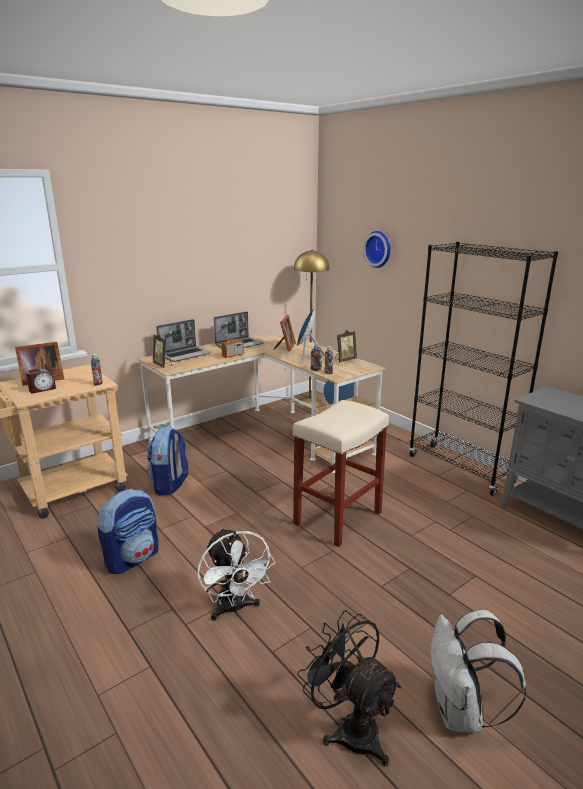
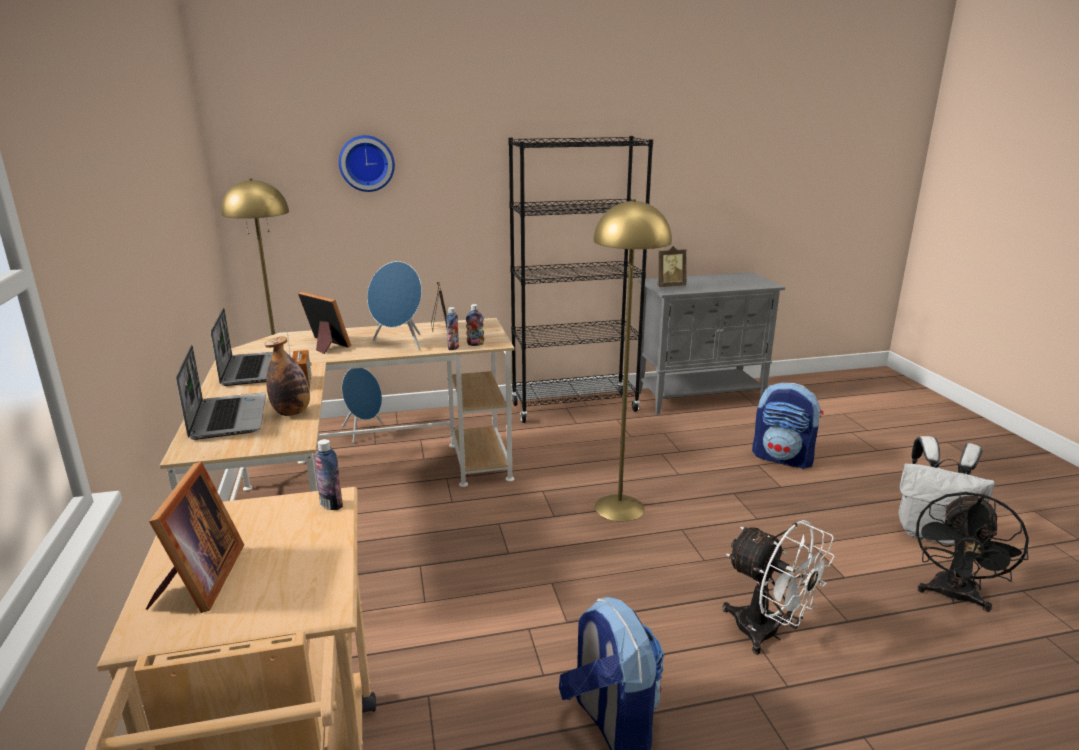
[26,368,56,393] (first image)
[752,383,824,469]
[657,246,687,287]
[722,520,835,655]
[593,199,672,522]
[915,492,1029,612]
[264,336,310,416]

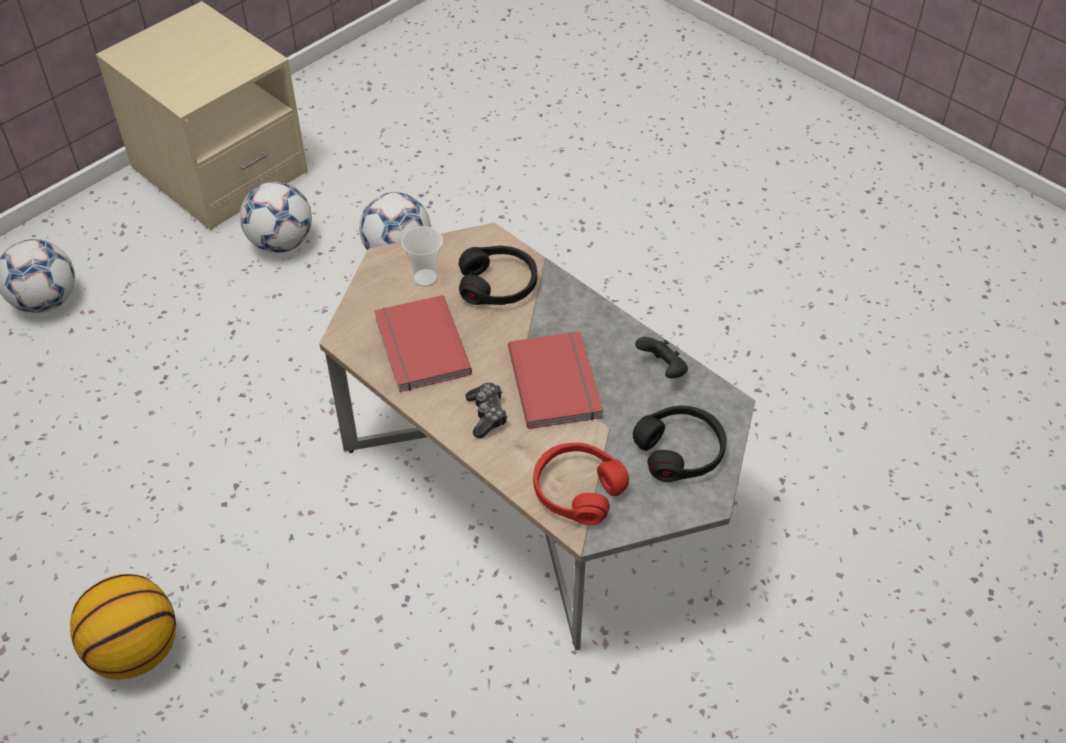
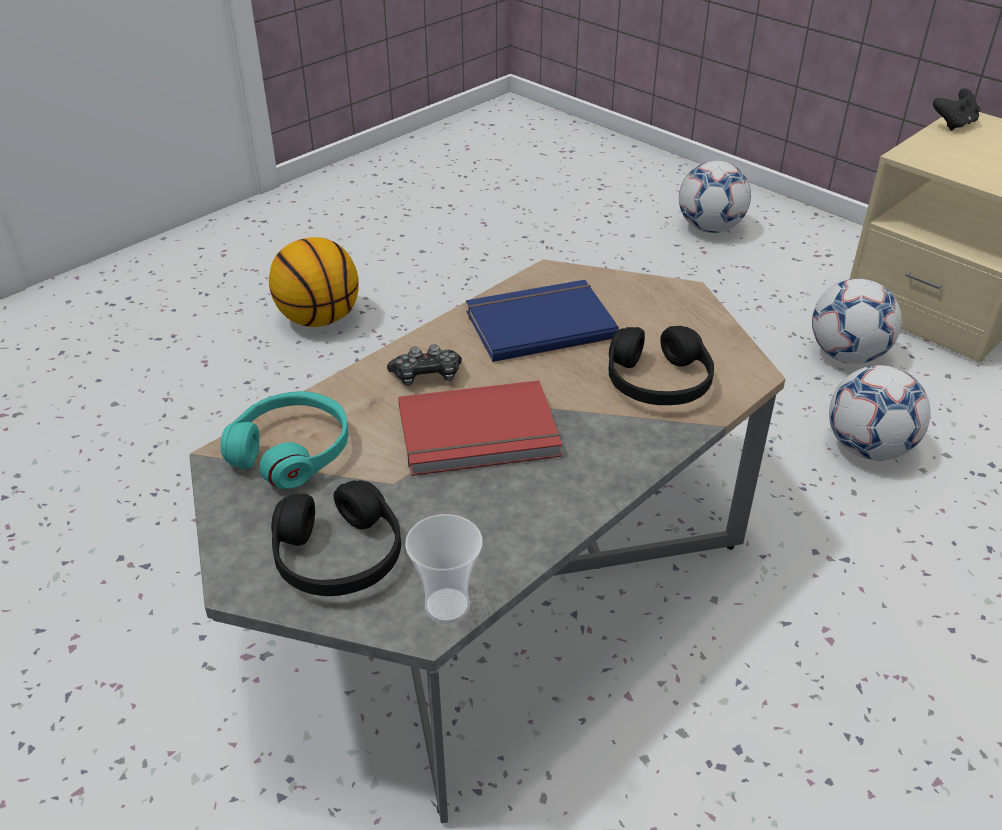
[466,280,619,362]
[405,514,482,623]
[220,391,348,489]
[933,88,980,131]

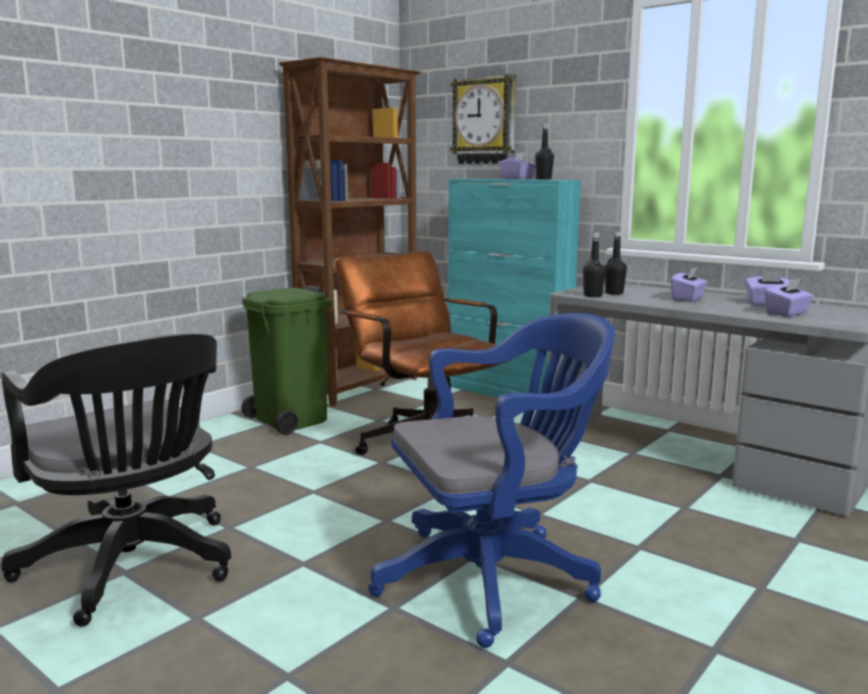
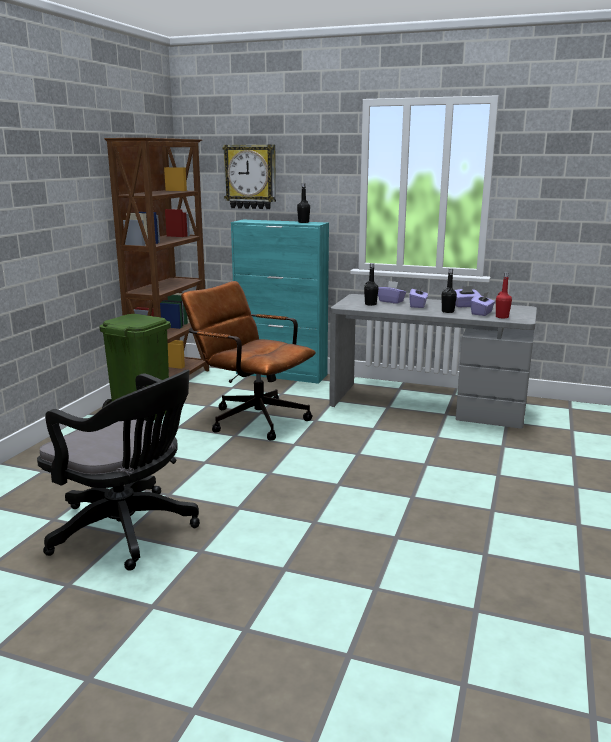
[368,313,615,648] (first image)
[378,281,406,304]
[441,268,457,313]
[496,272,512,319]

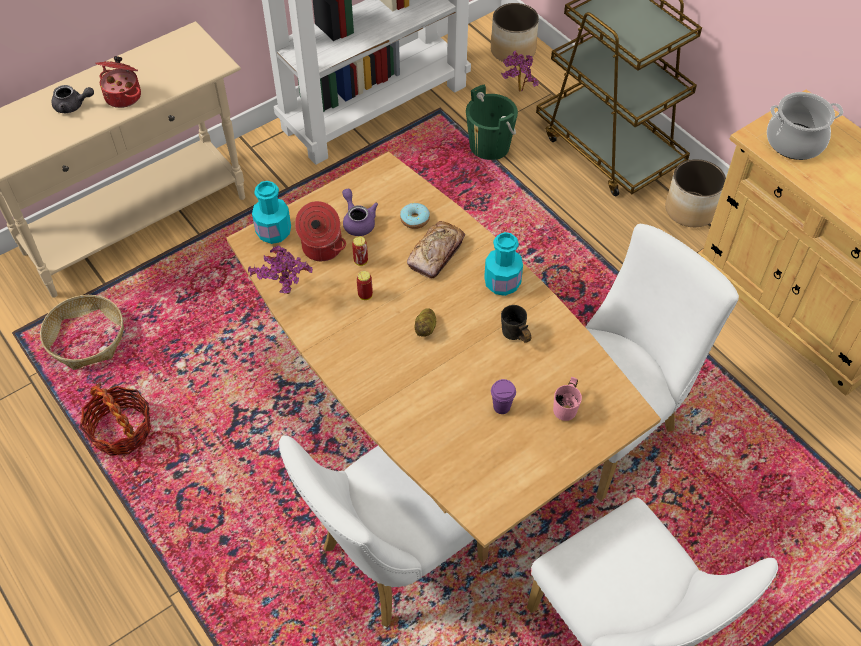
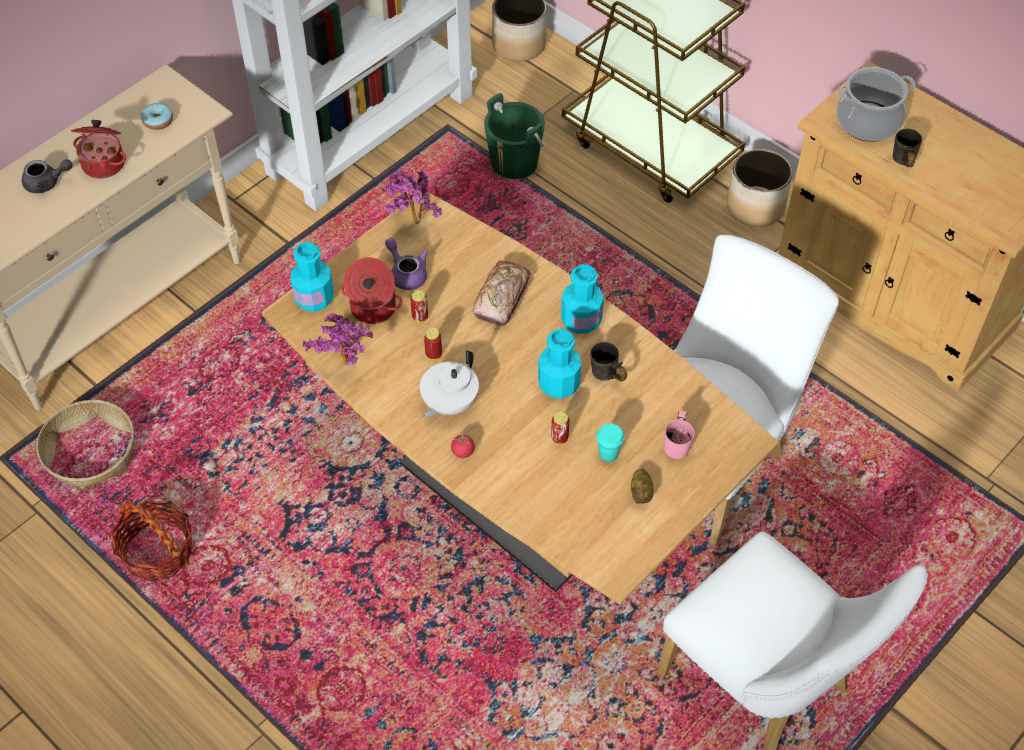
[279,435,489,627] (first image)
[141,103,173,130]
[631,469,654,504]
[597,424,624,462]
[383,168,442,224]
[420,350,479,418]
[451,434,475,458]
[538,329,581,399]
[551,412,569,445]
[893,129,922,168]

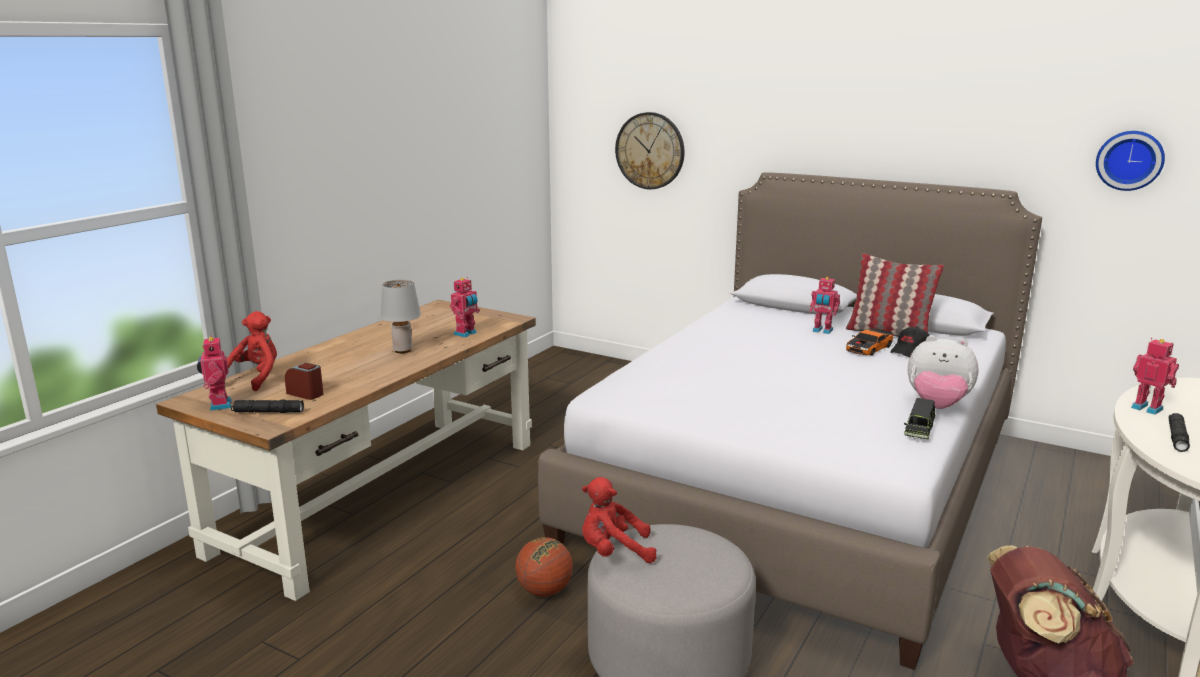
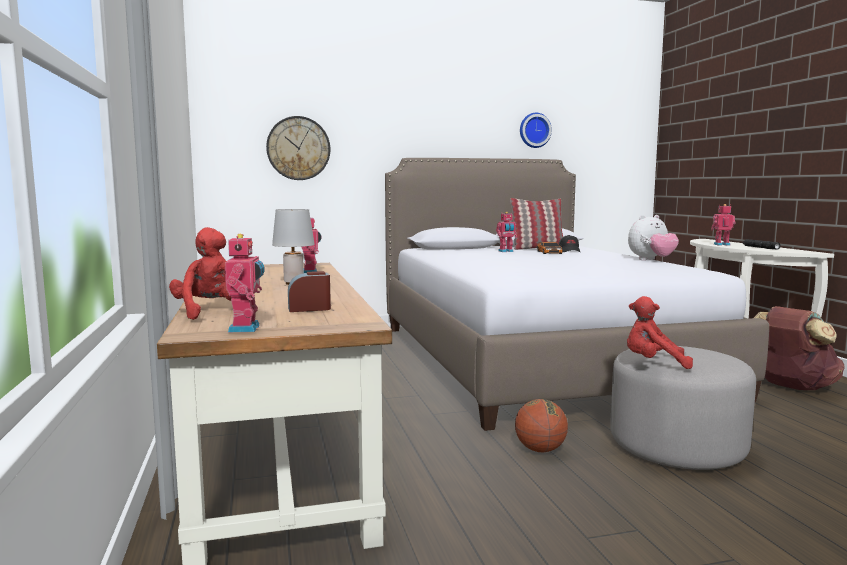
[225,234,265,332]
[231,399,304,413] (first image)
[627,296,693,369]
[904,398,936,439] (first image)
[520,113,552,148]

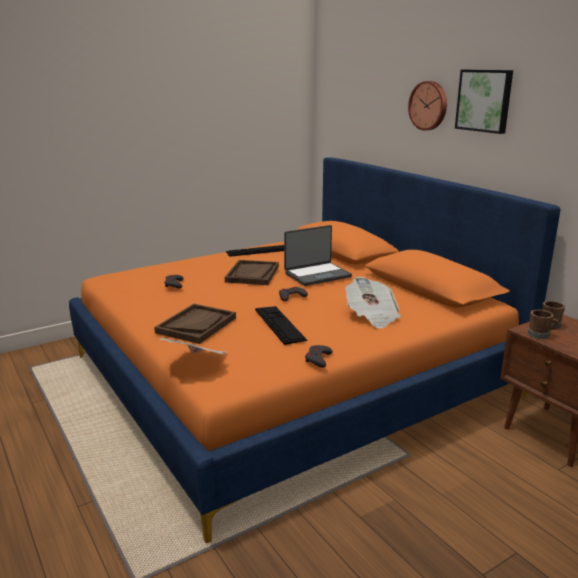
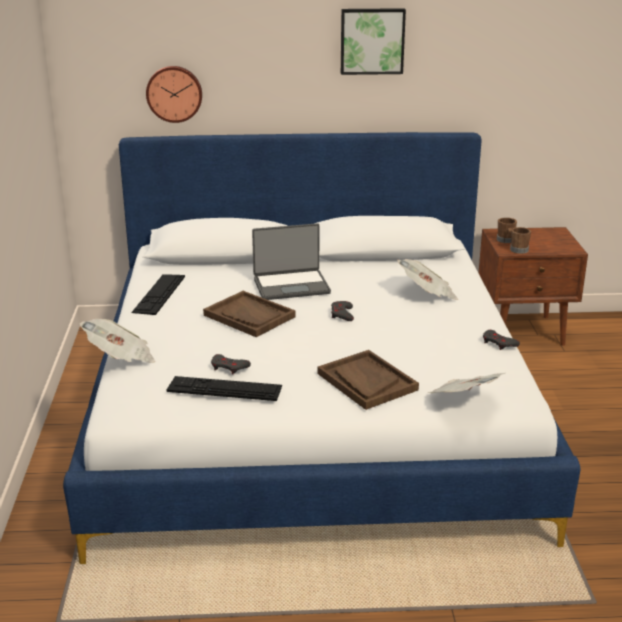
[63,132,581,564]
[167,376,282,401]
[252,223,331,300]
[146,66,202,123]
[80,319,155,363]

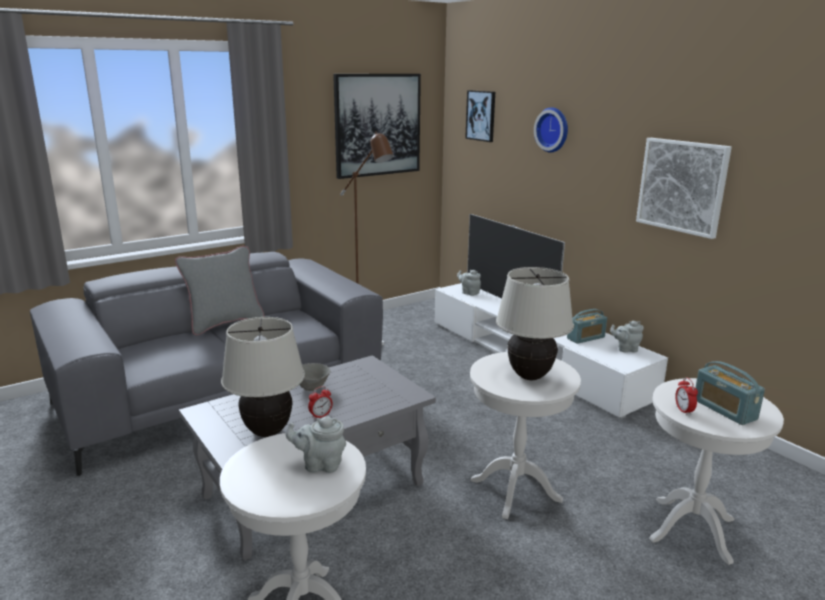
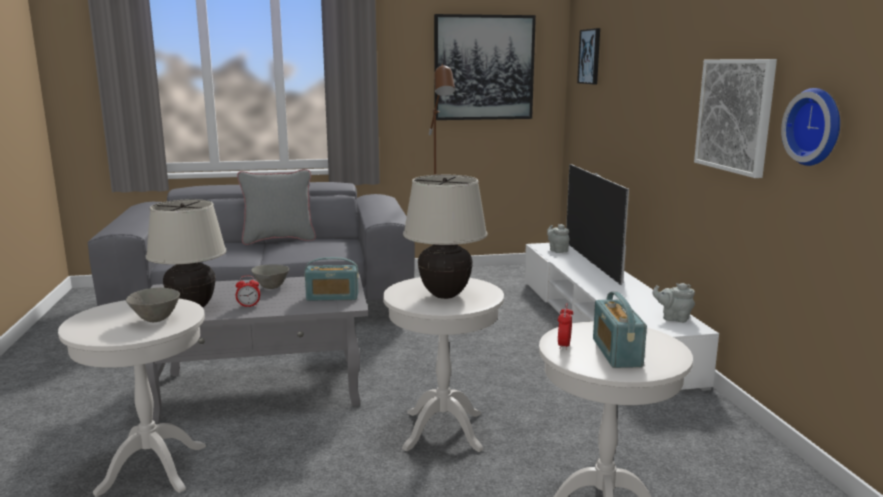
[126,288,180,322]
[781,88,840,166]
[305,257,359,301]

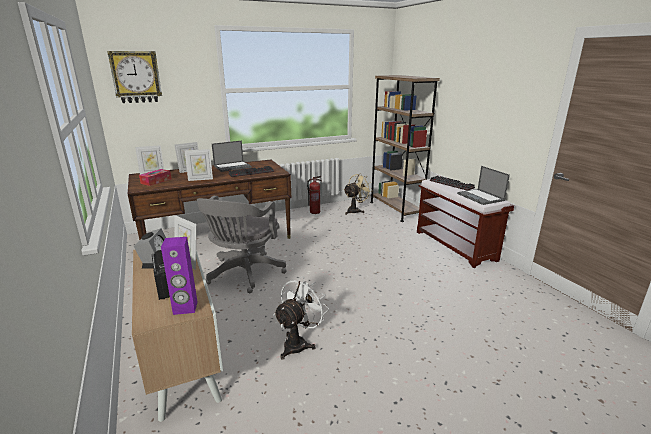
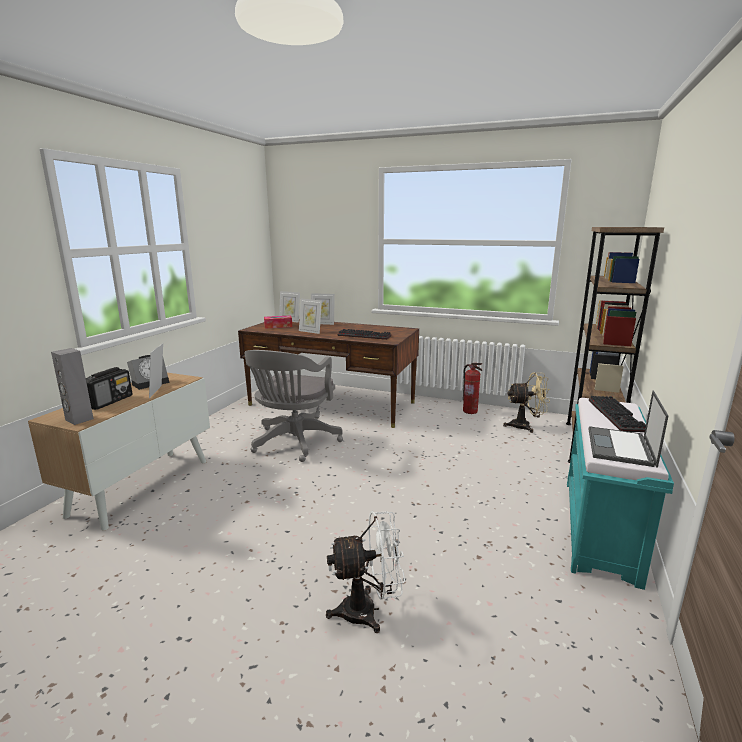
[107,51,162,103] (first image)
[51,348,94,425]
[244,350,343,462]
[212,140,252,172] (first image)
[326,511,405,633]
[567,398,674,590]

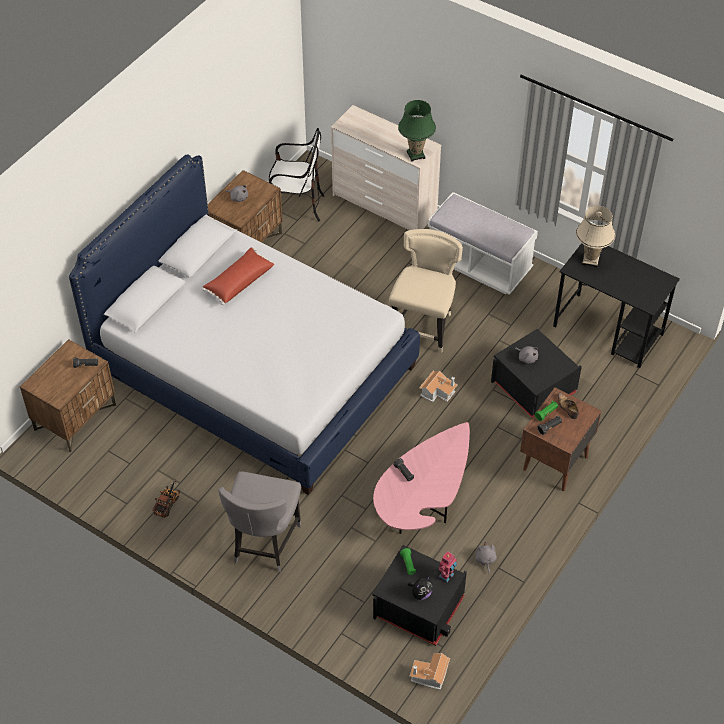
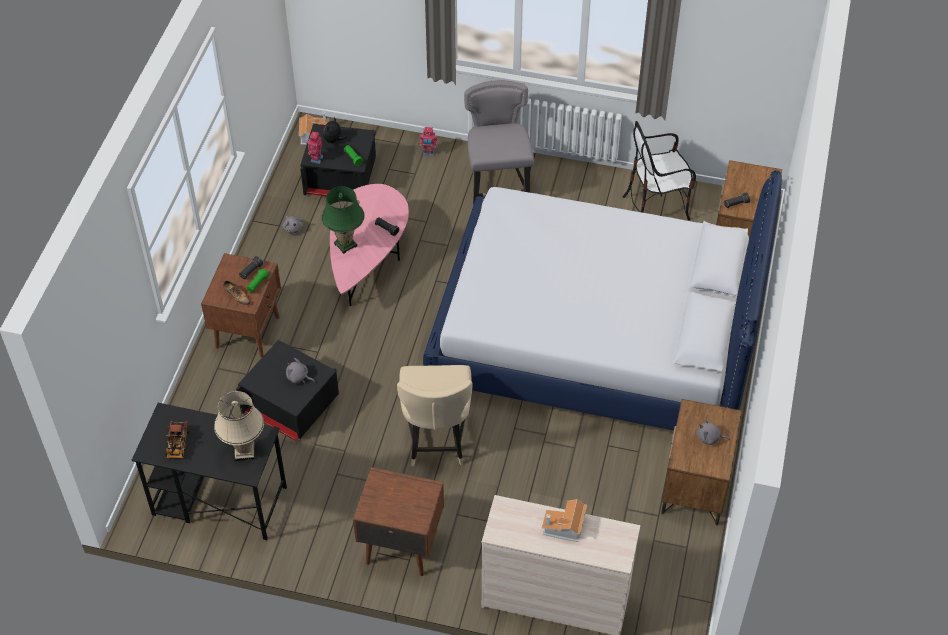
[166,421,189,459]
[203,247,275,305] (first image)
[623,121,696,220]
[321,186,365,254]
[542,499,587,542]
[353,467,444,576]
[420,127,437,157]

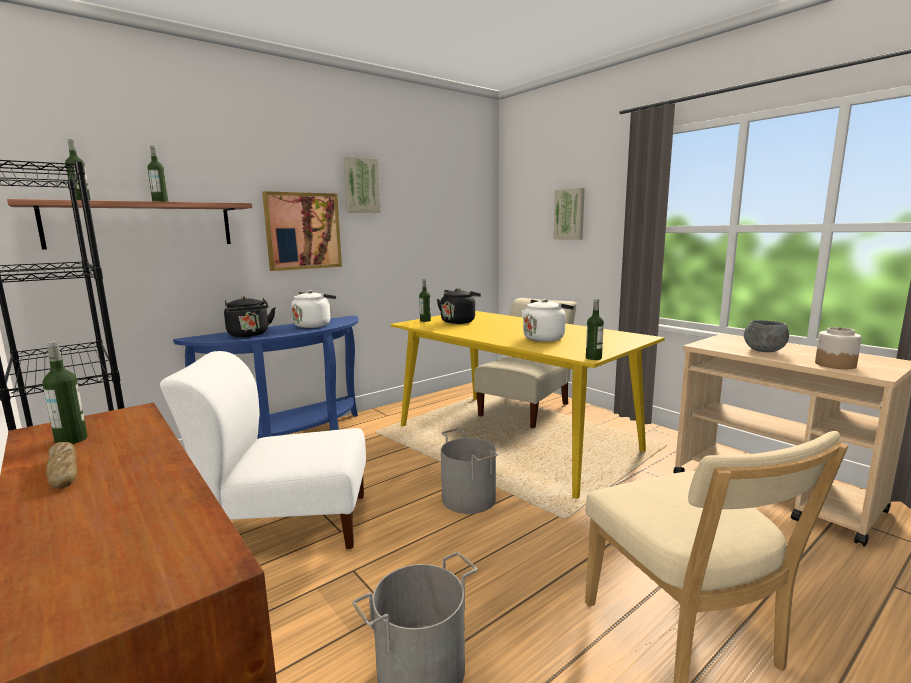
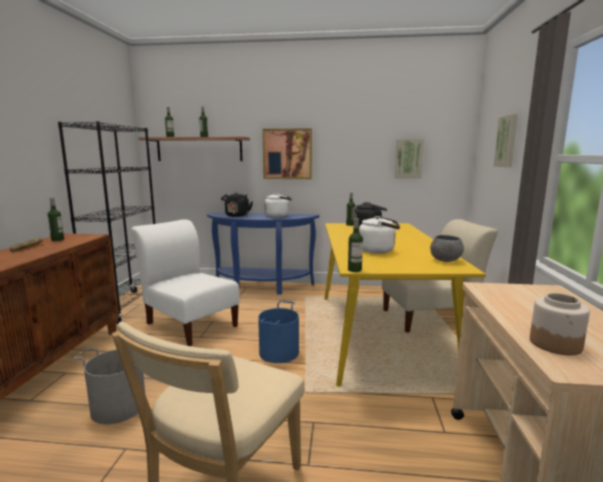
[395,139,424,179]
[258,301,299,363]
[430,235,464,262]

